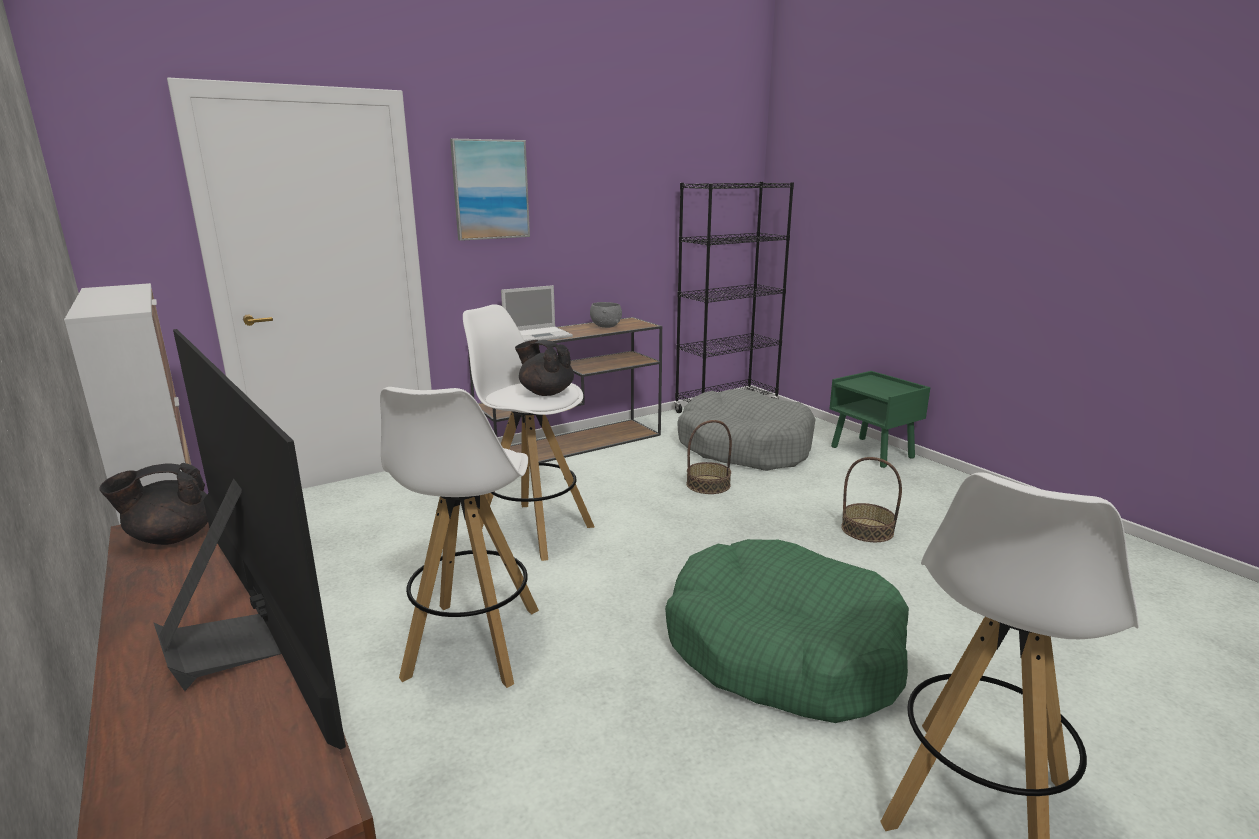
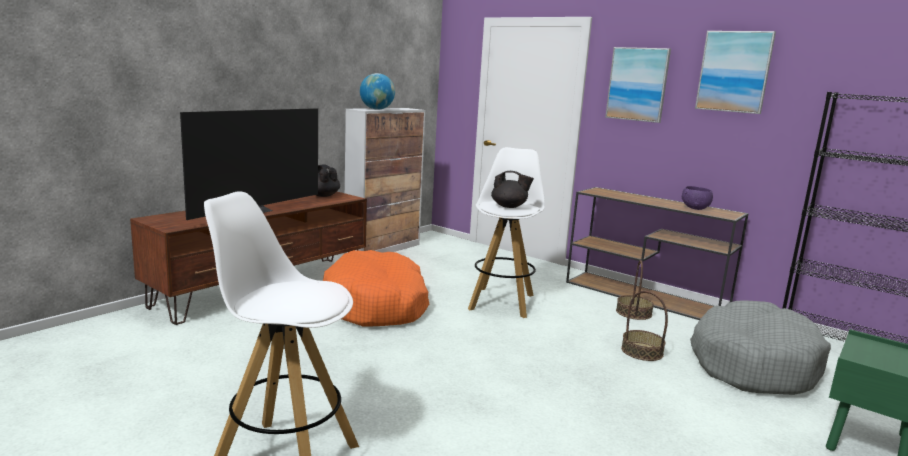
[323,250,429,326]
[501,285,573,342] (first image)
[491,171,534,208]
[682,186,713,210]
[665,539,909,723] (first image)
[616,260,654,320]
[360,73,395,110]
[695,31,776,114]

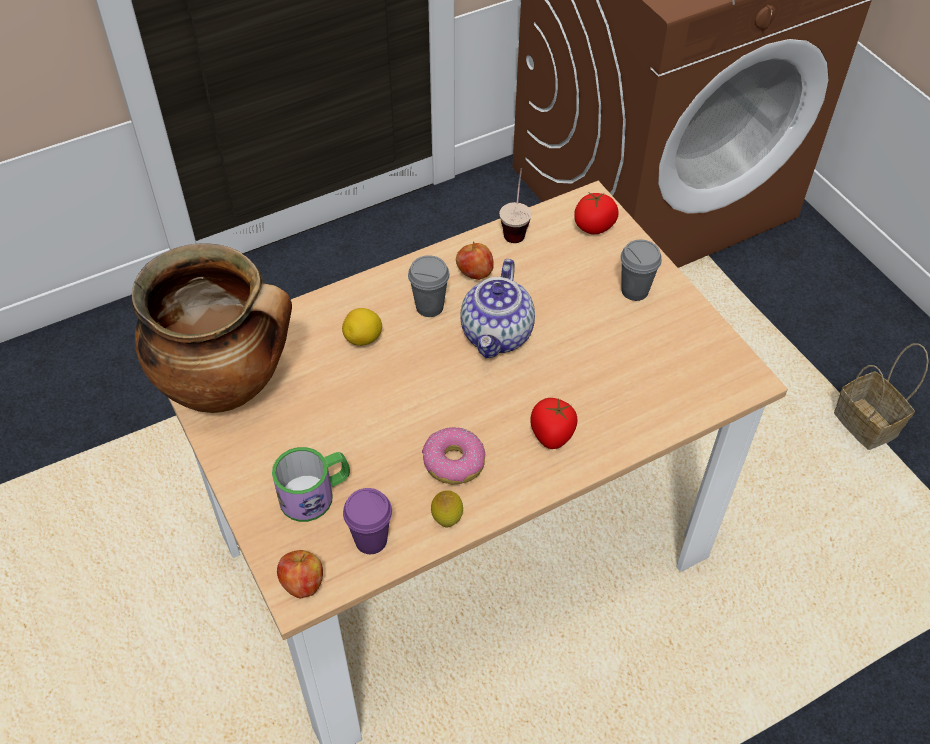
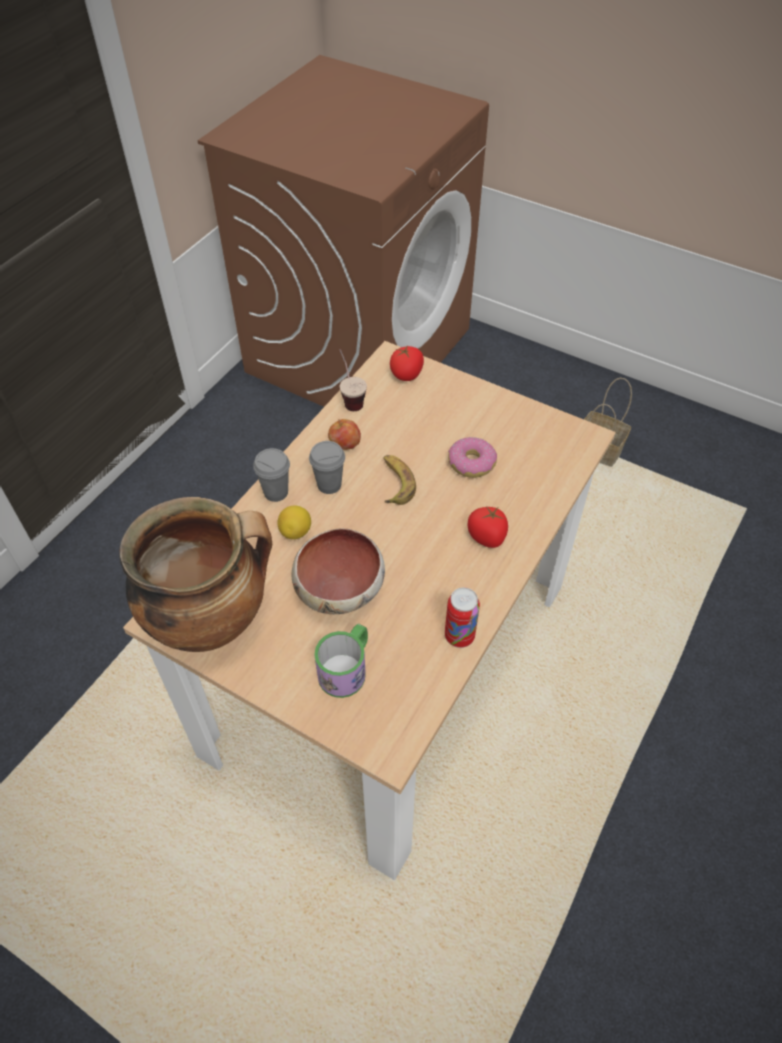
[277,550,323,599] (first image)
[343,488,392,554] (first image)
[448,437,497,478]
[445,587,480,648]
[383,455,416,505]
[253,448,290,502]
[292,529,385,614]

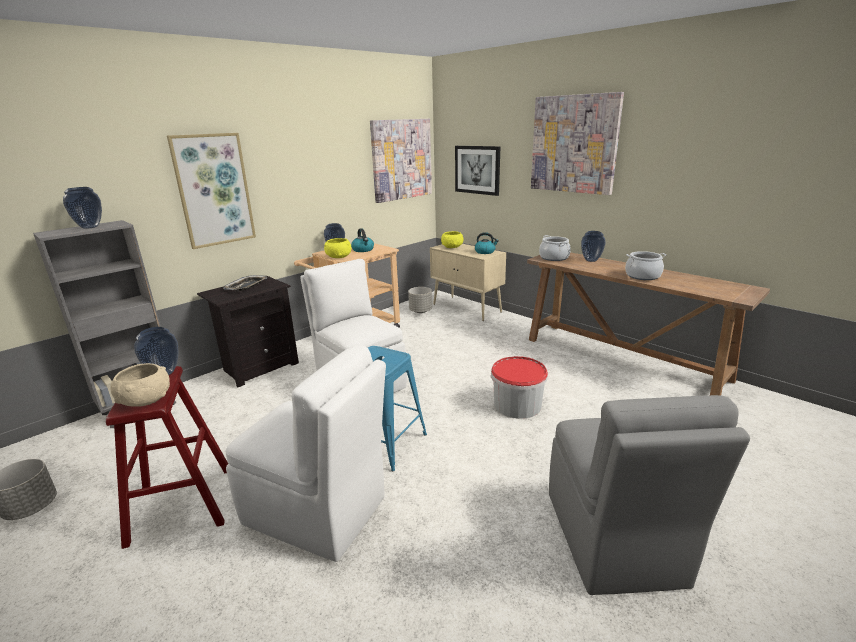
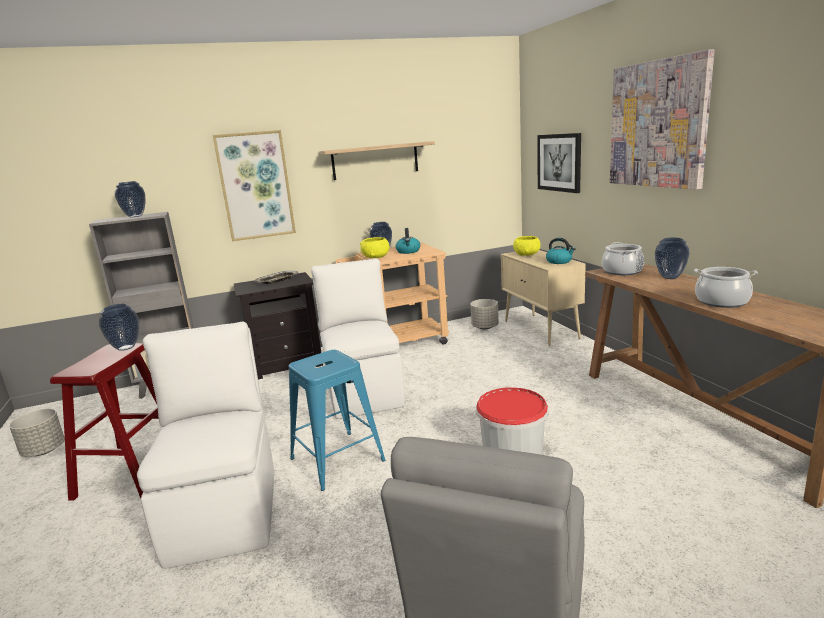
[110,363,170,407] (first image)
[137,322,274,569]
[370,119,432,203] (first image)
[319,141,435,180]

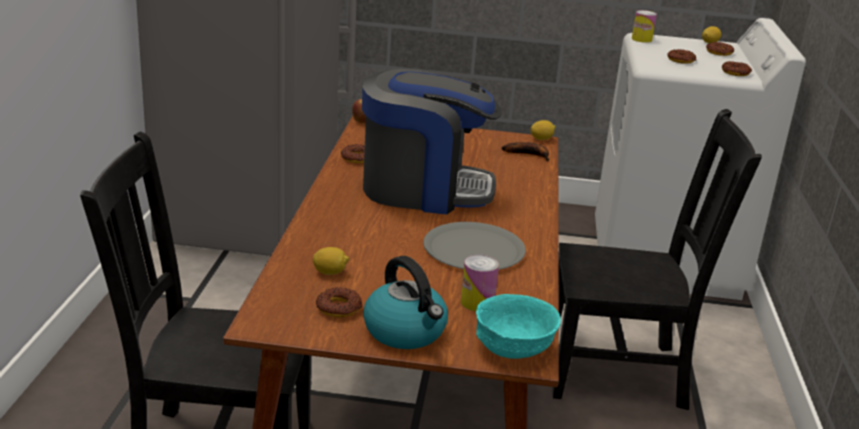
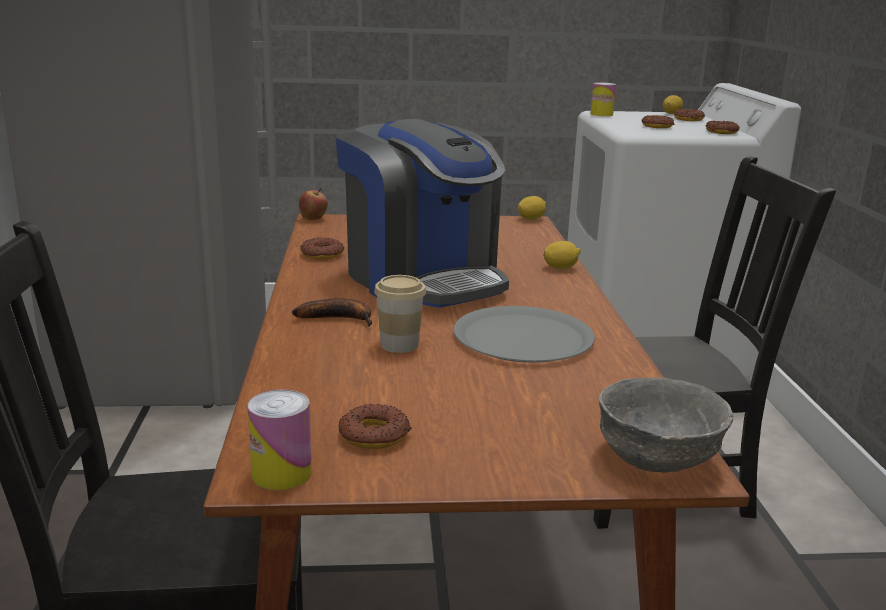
[543,241,581,269]
[336,119,509,308]
[363,256,448,349] (first image)
[248,390,312,490]
[598,377,733,473]
[292,298,372,327]
[374,275,426,353]

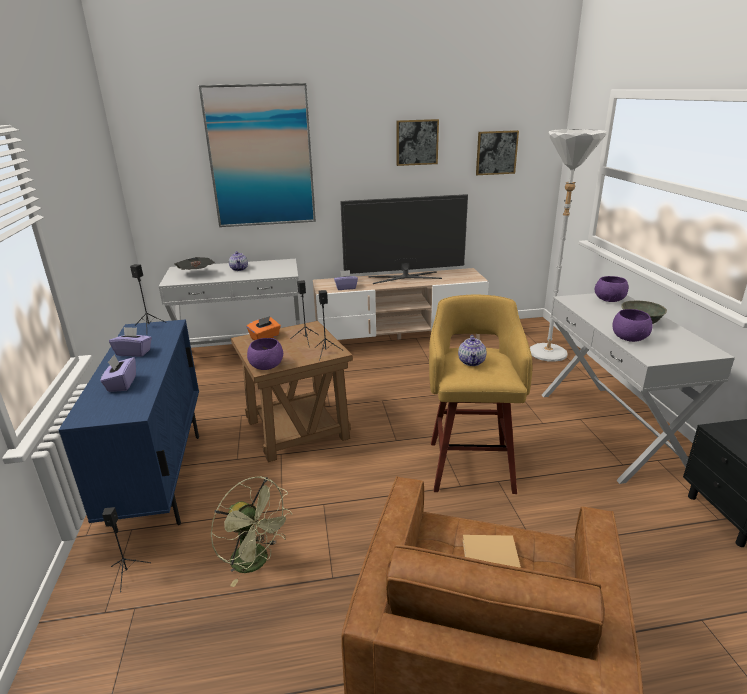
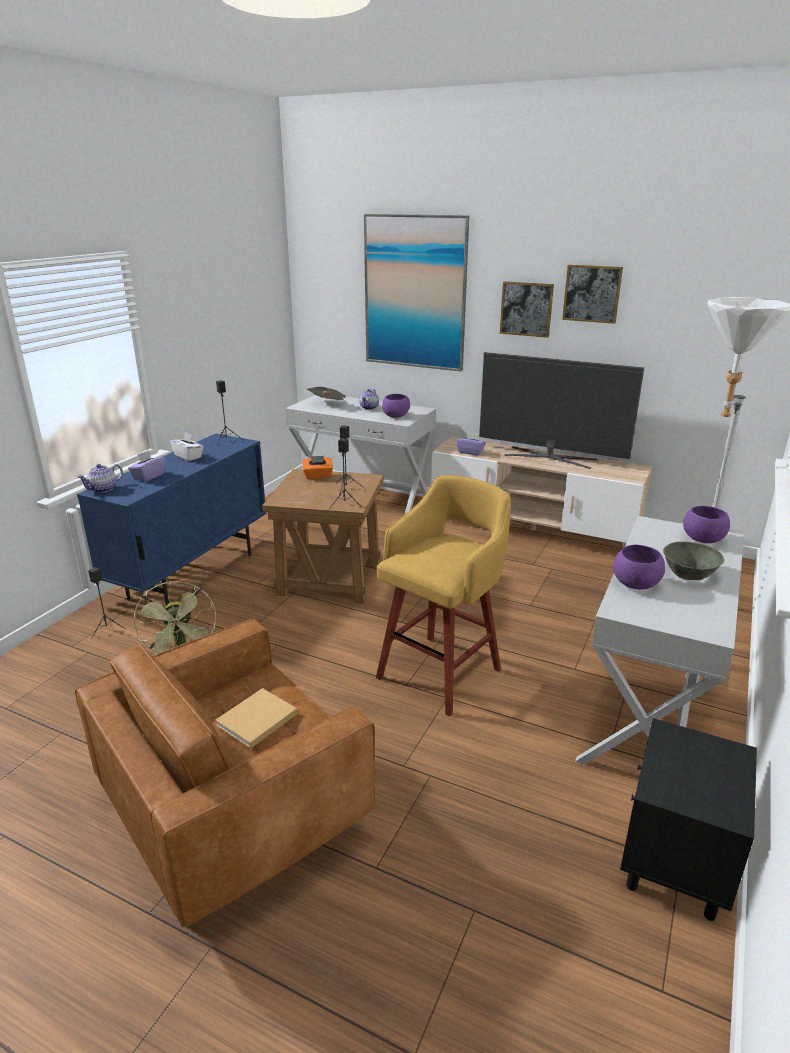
[170,432,203,461]
[382,394,410,418]
[78,464,123,493]
[500,281,554,338]

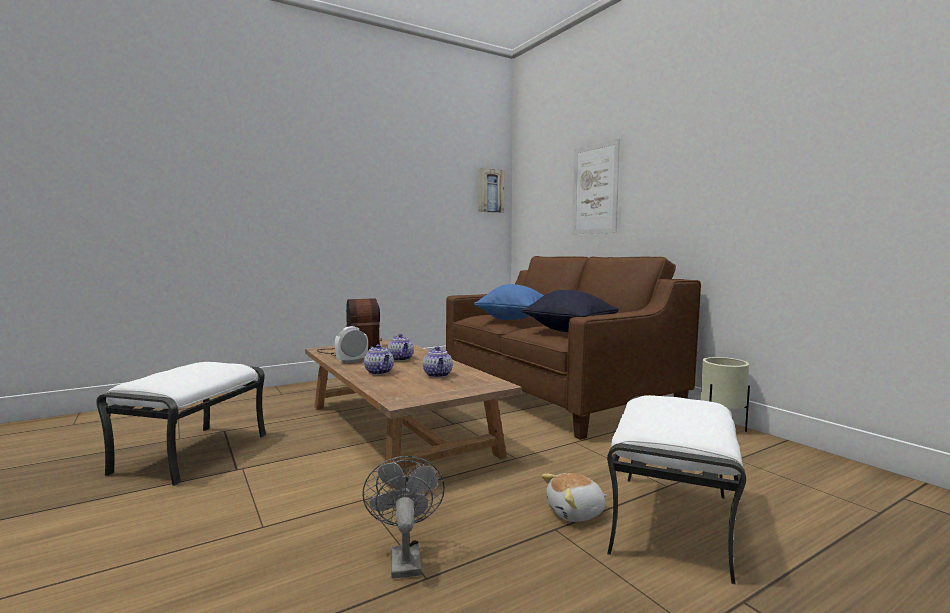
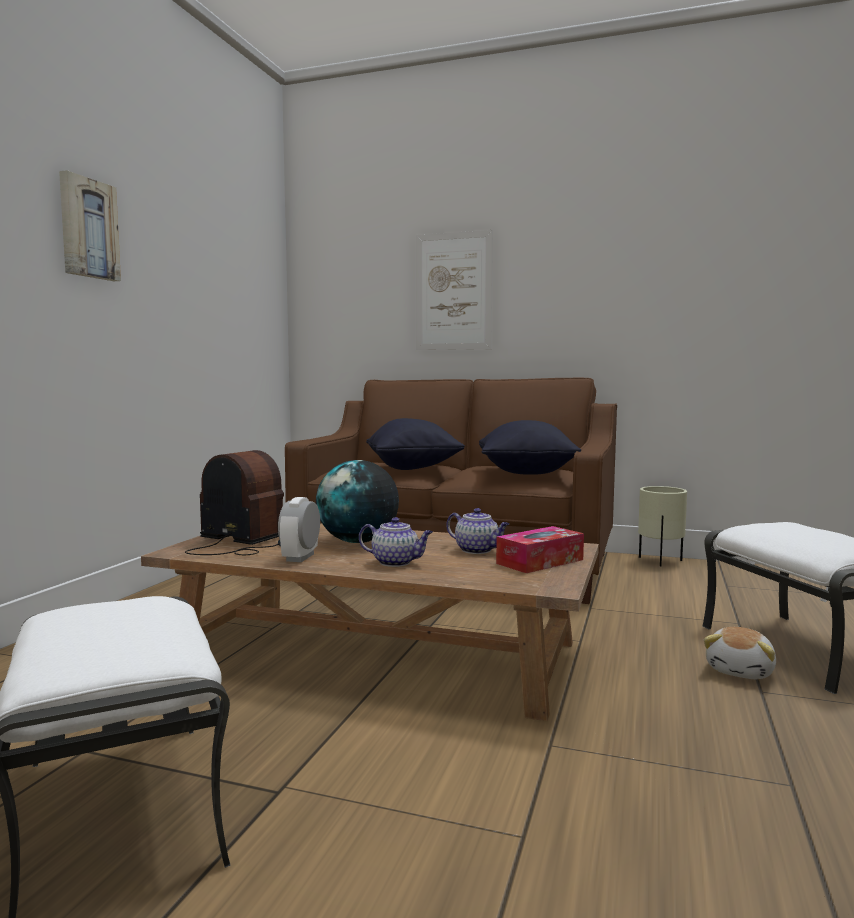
[362,456,445,579] (first image)
[316,460,399,543]
[366,418,465,470]
[59,170,121,281]
[496,526,584,573]

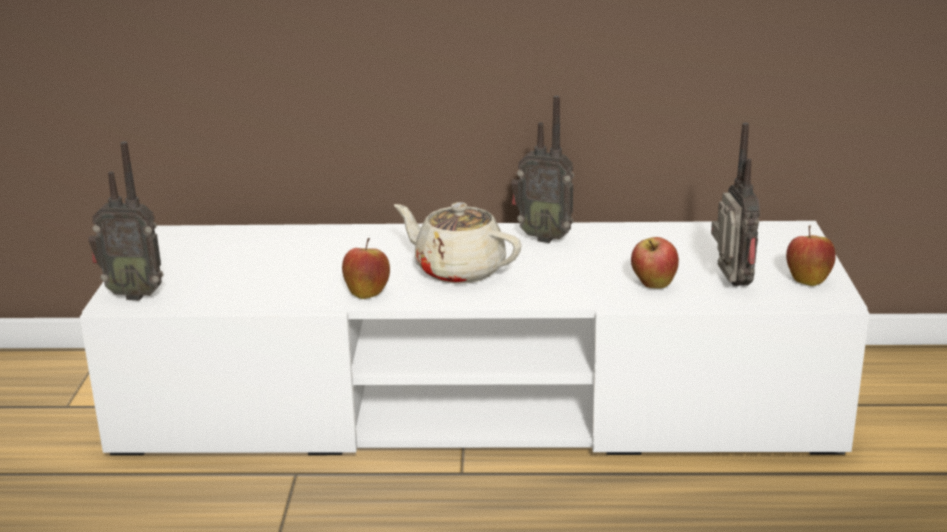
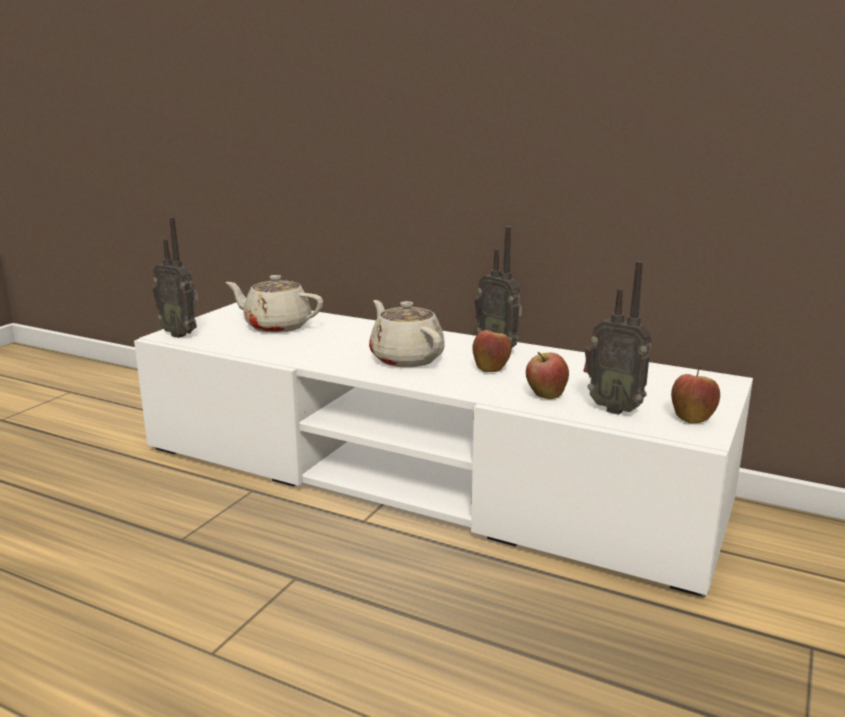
[472,324,512,372]
[584,261,651,415]
[226,275,323,333]

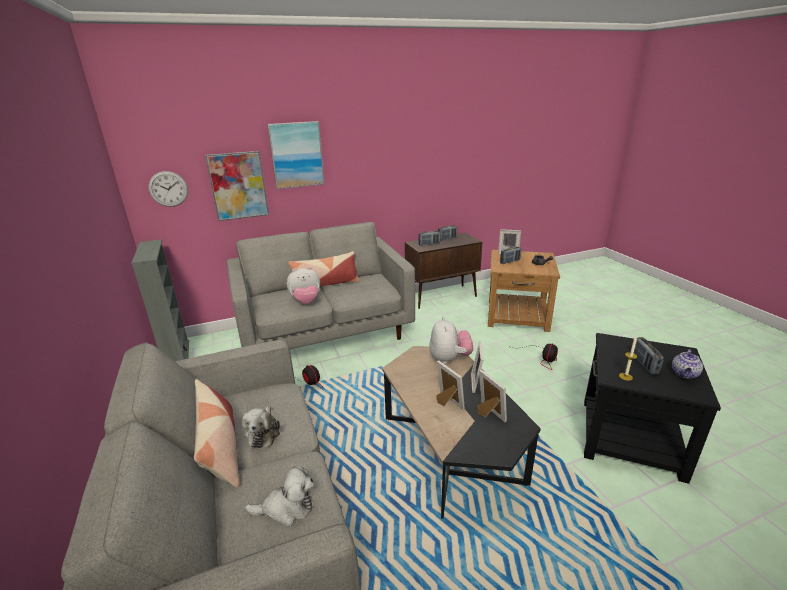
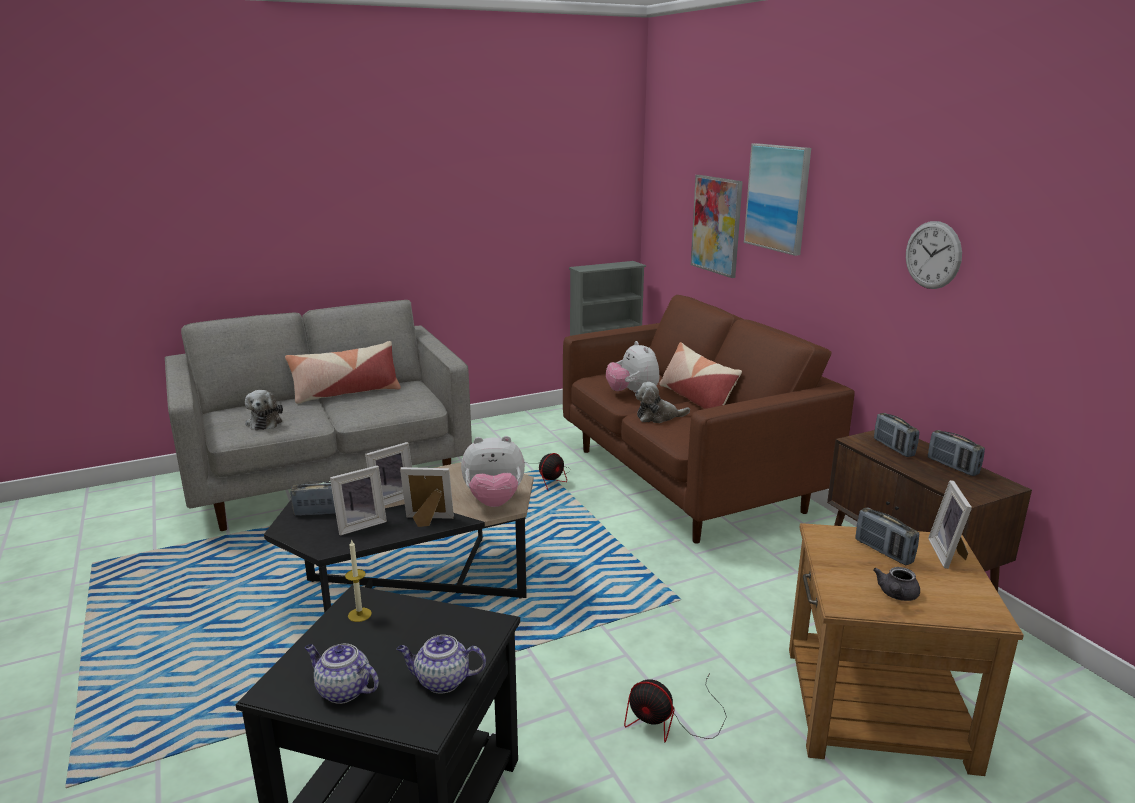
[906,221,962,289]
[563,295,855,544]
[635,382,690,423]
[290,481,336,516]
[397,635,486,694]

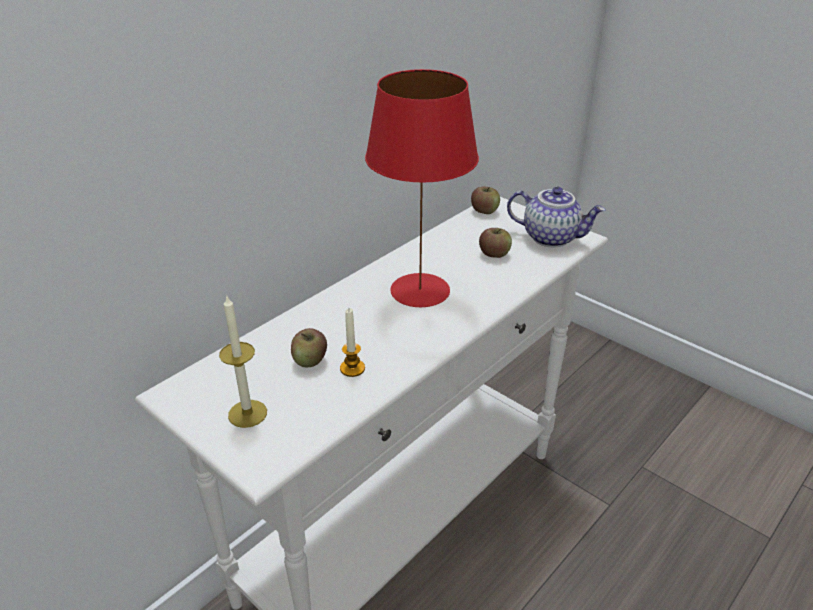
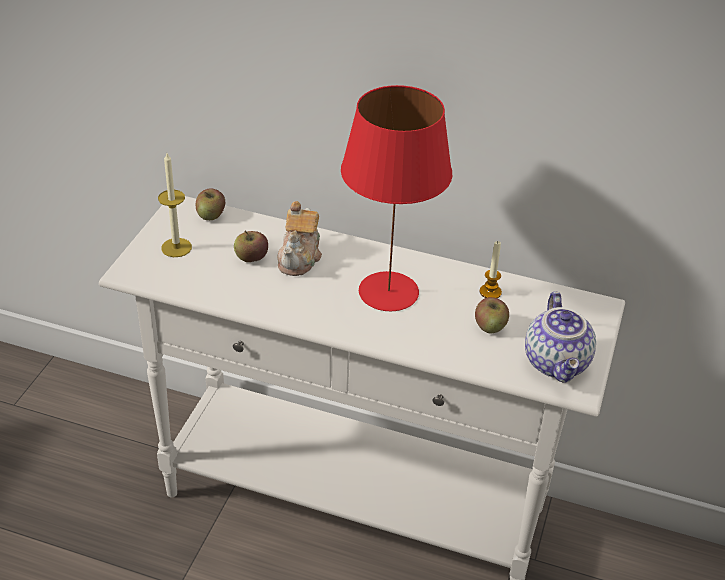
[480,241,502,298]
[196,188,225,220]
[278,201,322,276]

